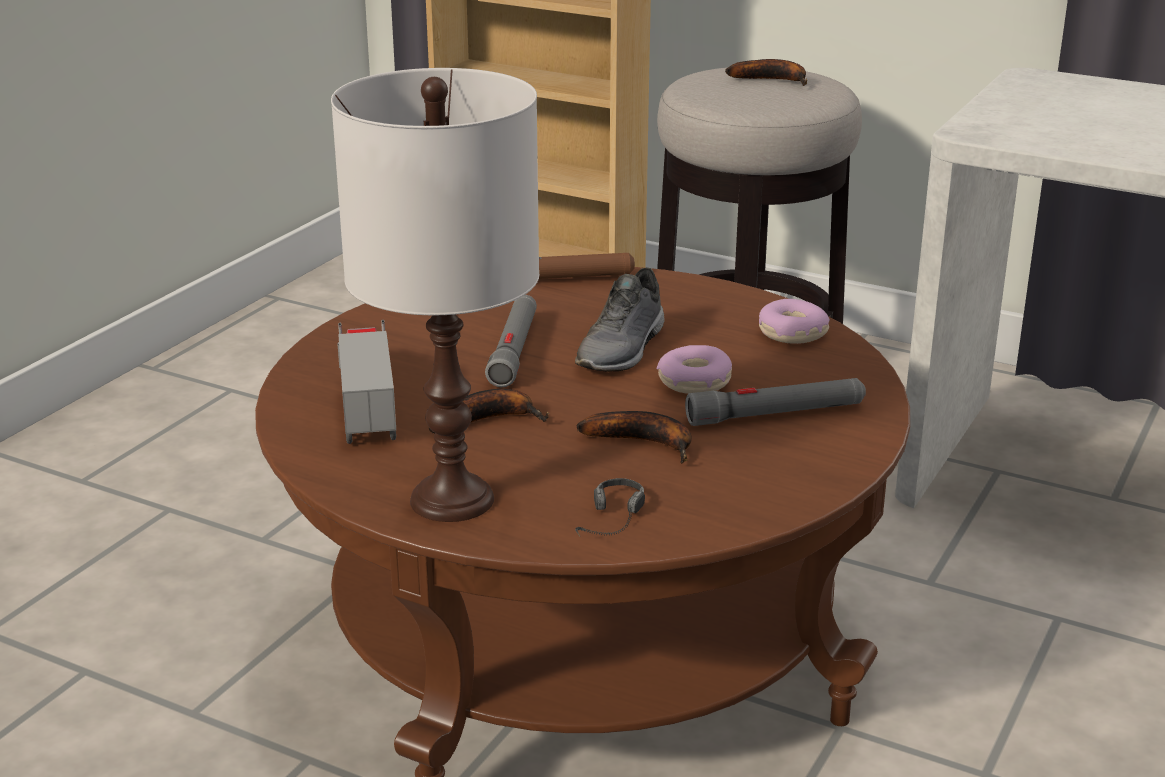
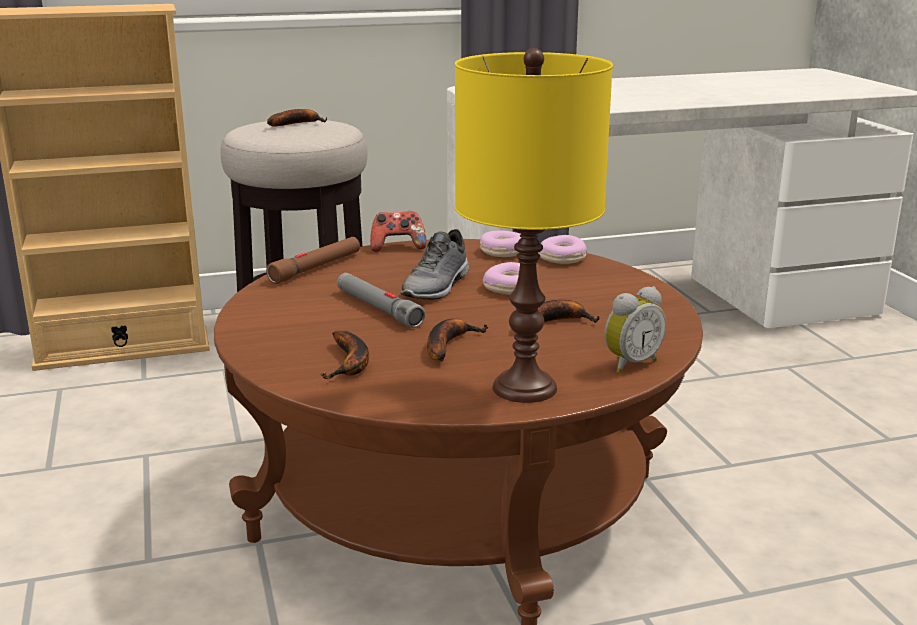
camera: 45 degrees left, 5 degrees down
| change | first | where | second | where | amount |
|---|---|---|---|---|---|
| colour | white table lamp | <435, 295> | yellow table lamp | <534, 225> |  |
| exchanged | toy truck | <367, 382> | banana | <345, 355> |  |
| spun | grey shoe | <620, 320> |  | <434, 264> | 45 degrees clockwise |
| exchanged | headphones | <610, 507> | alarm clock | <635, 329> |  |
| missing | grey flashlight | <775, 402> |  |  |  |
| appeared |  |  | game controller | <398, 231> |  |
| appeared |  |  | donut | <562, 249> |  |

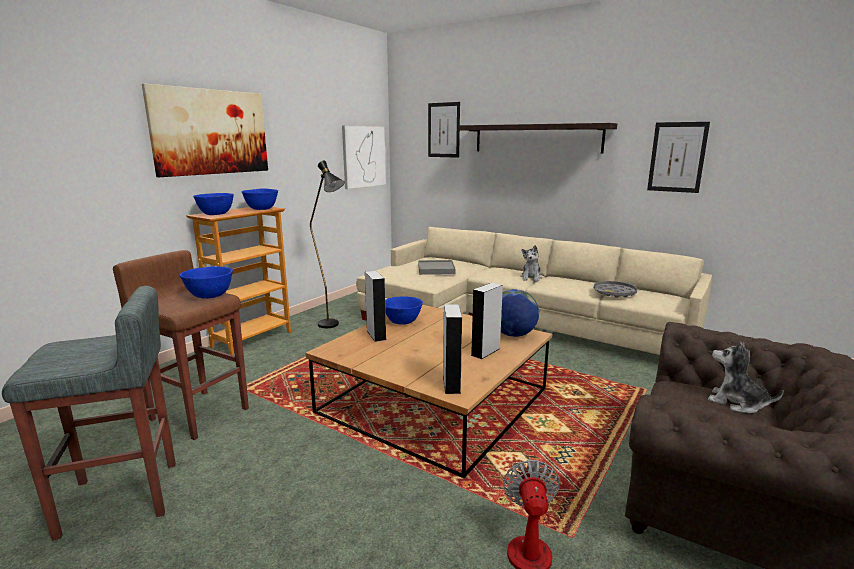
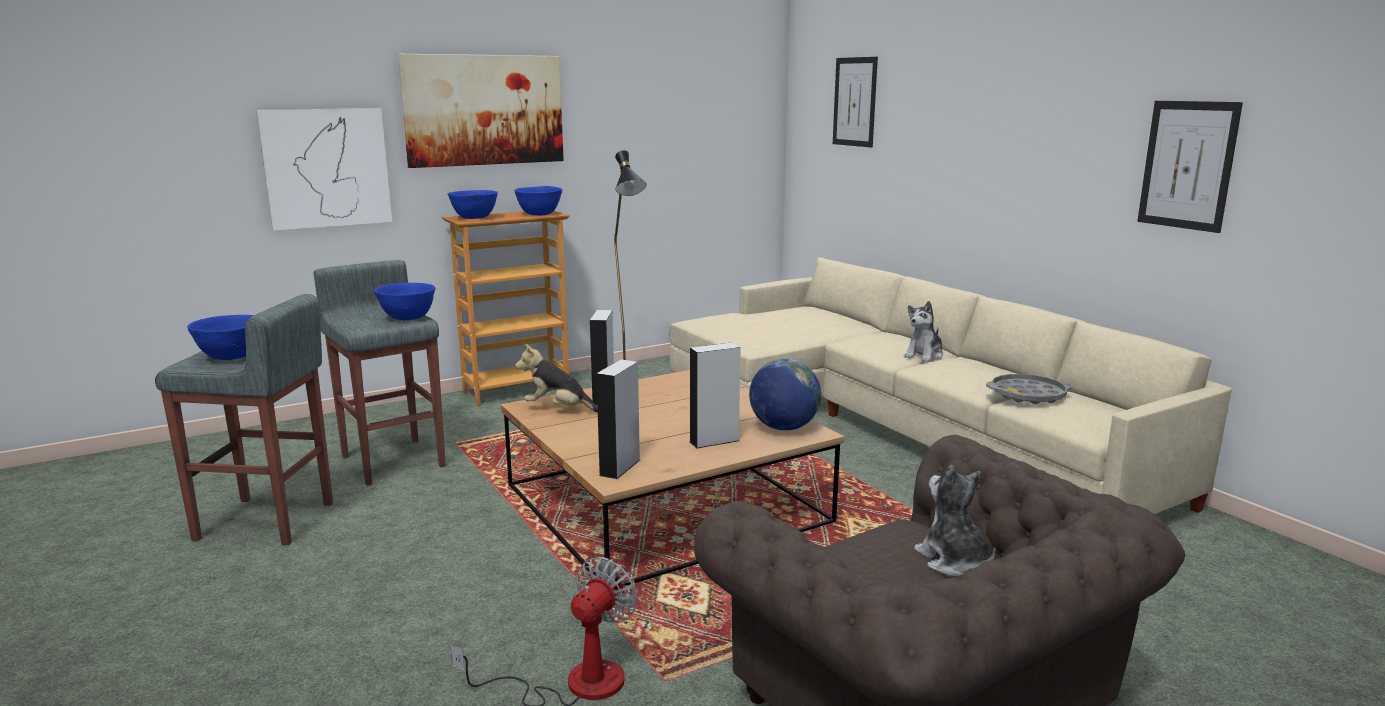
camera: 25 degrees right, 0 degrees up
| change | first | where | second | where | amount |
|---|---|---|---|---|---|
| colour | brown stool | <181, 345> | grey stool | <380, 373> |  |
| relocated | picture | <364, 157> |  | <324, 169> |  |
| relocated | blue bowl | <404, 310> |  | <220, 337> |  |
| missing | grey tray | <437, 267> |  |  |  |
| missing | shelf | <537, 138> |  |  |  |
| appeared |  |  | plush toy | <556, 378> |  |

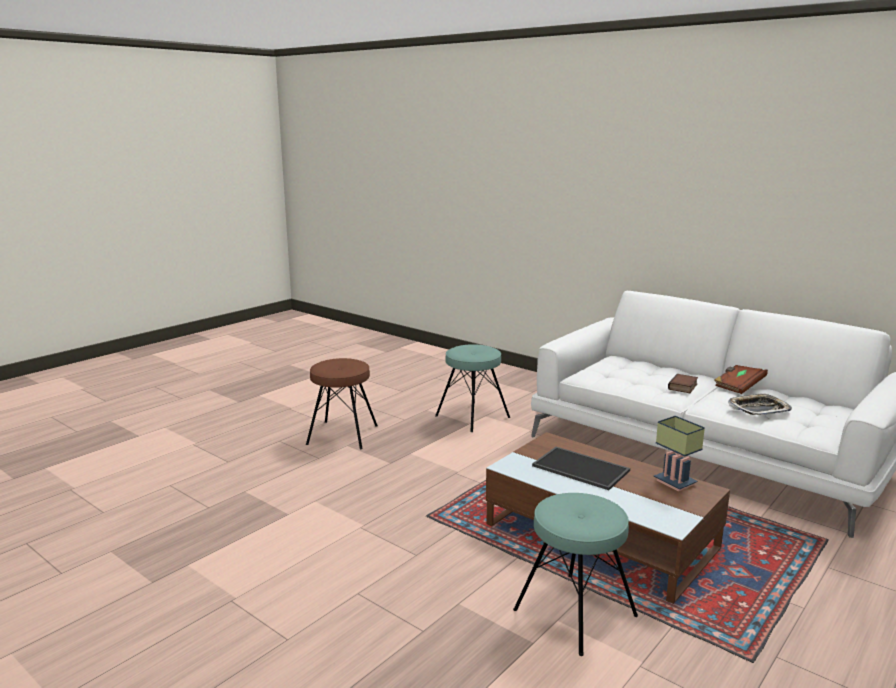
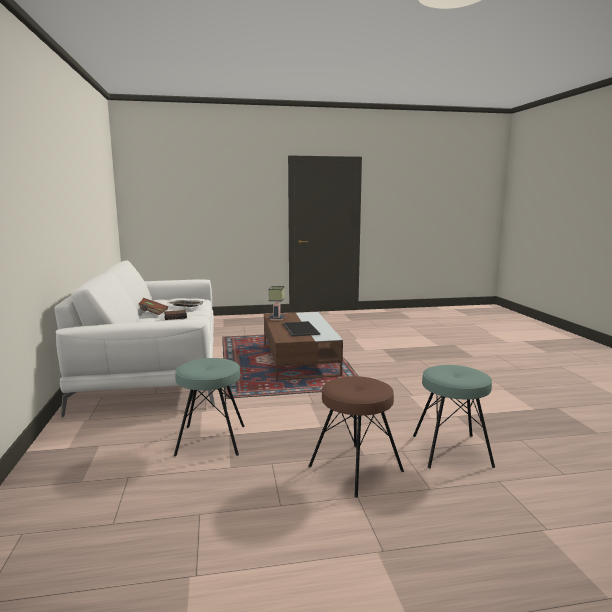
camera: 140 degrees left, 5 degrees down
| change | first | where | second | where | amount |
|---|---|---|---|---|---|
| relocated | turquoise stool | <575, 574> |  | <454, 416> |  |

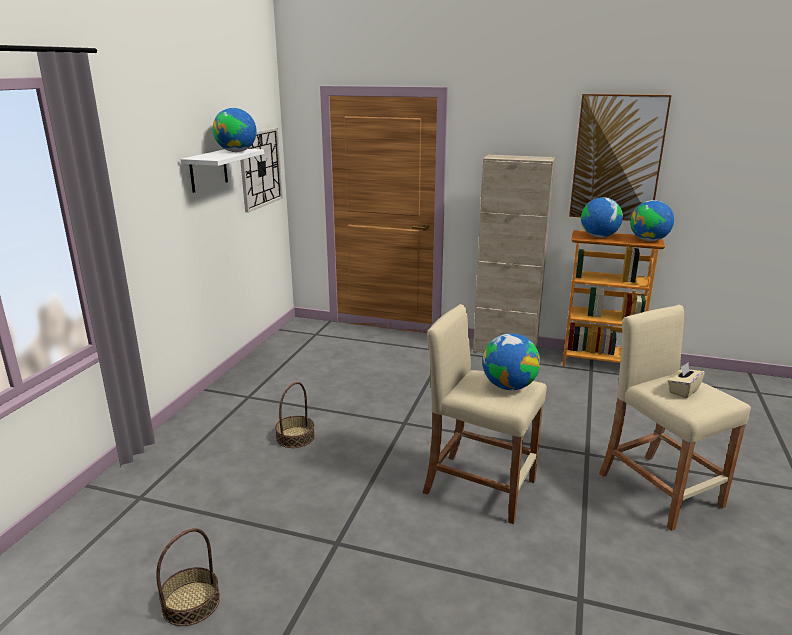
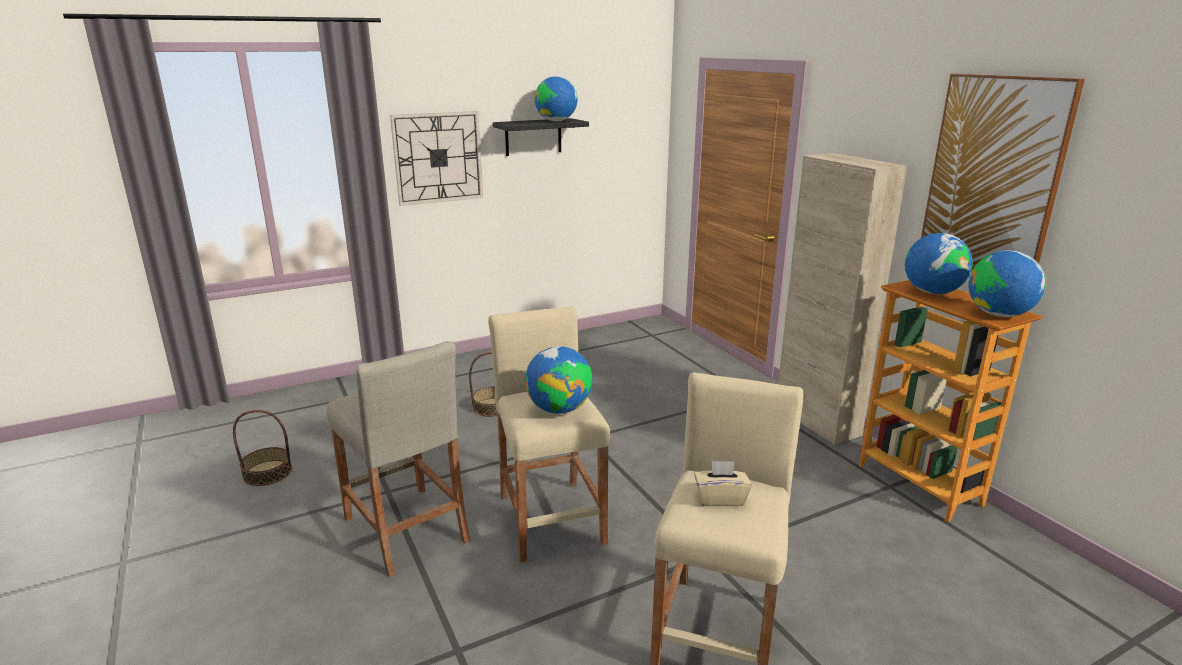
camera: 45 degrees right, 0 degrees up
| change | first | where | second | where | amount |
|---|---|---|---|---|---|
| colour | white shelf | <222, 171> | black shelf | <541, 137> |  |
| relocated | wall clock | <261, 170> |  | <436, 158> |  |
| appeared |  |  | beige stool | <398, 459> |  |

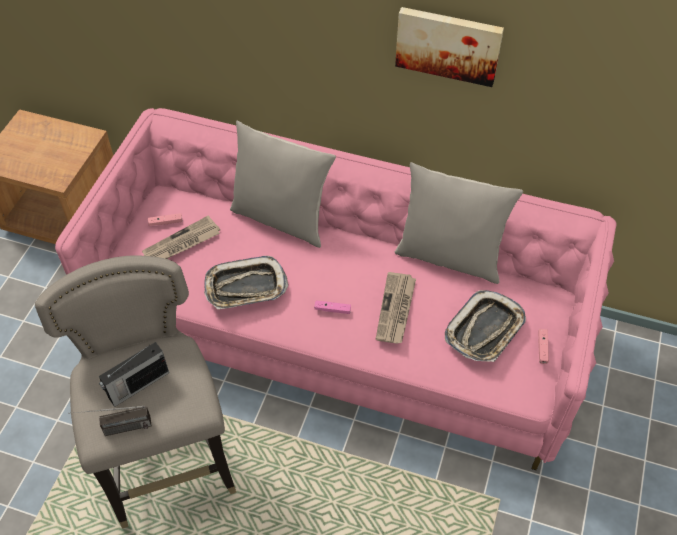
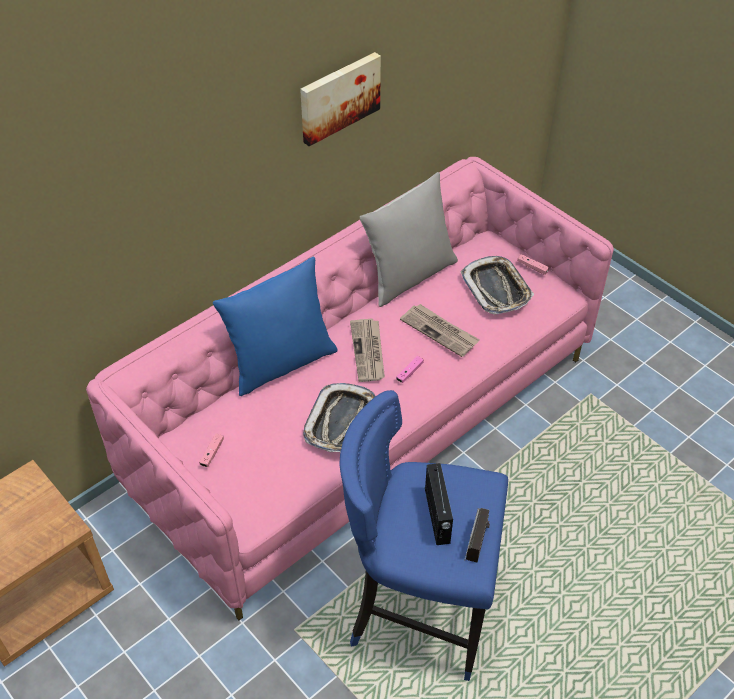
camera: 60 degrees left, 5 degrees down
| change | first | where | second | where | amount |
|---|---|---|---|---|---|
| colour | grey stool | <135, 392> | blue stool | <423, 535> |  |
| relocated | newspaper | <181, 237> |  | <367, 350> |  |
| colour | grey pillow | <283, 184> | blue pillow | <275, 326> |  |

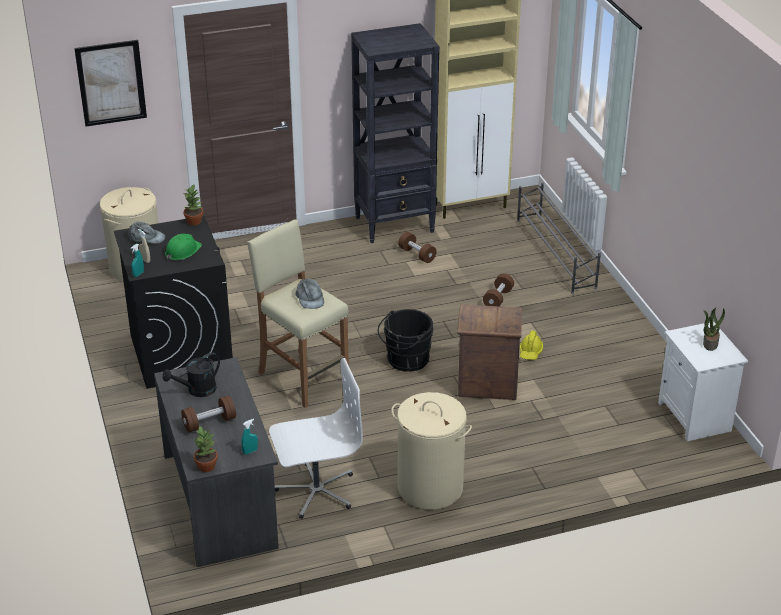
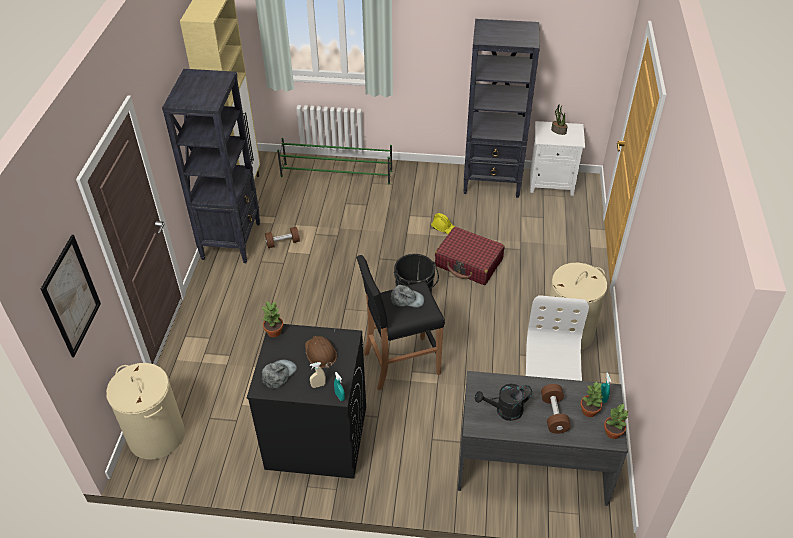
camera: 65 degrees left, 10 degrees up
| change | first | where | second | where | amount |
|---|---|---|---|---|---|
| spun | black watering can | <191, 374> |  | <503, 402> | 90 degrees clockwise |
| colour | green hard hat | <183, 247> | brown hard hat | <321, 352> |  |
| colour | beige stool | <298, 314> | black stool | <400, 322> |  |
| exchanged | crate | <489, 352> | red suitcase | <470, 256> |  |
| missing | brown dumbbell | <498, 290> |  |  |  |
| colour | grey shoe rack | <559, 238> | green shoe rack | <334, 161> |  |
| appeared |  |  | black bookcase | <501, 108> |  |
| appeared |  |  | potted plant | <591, 399> |  |

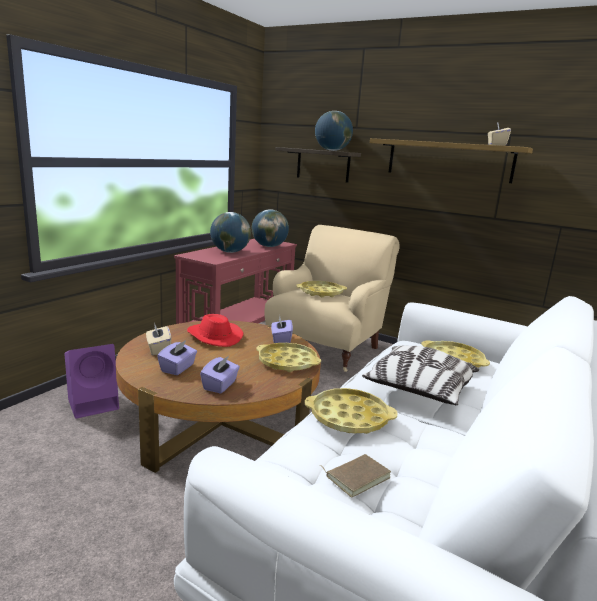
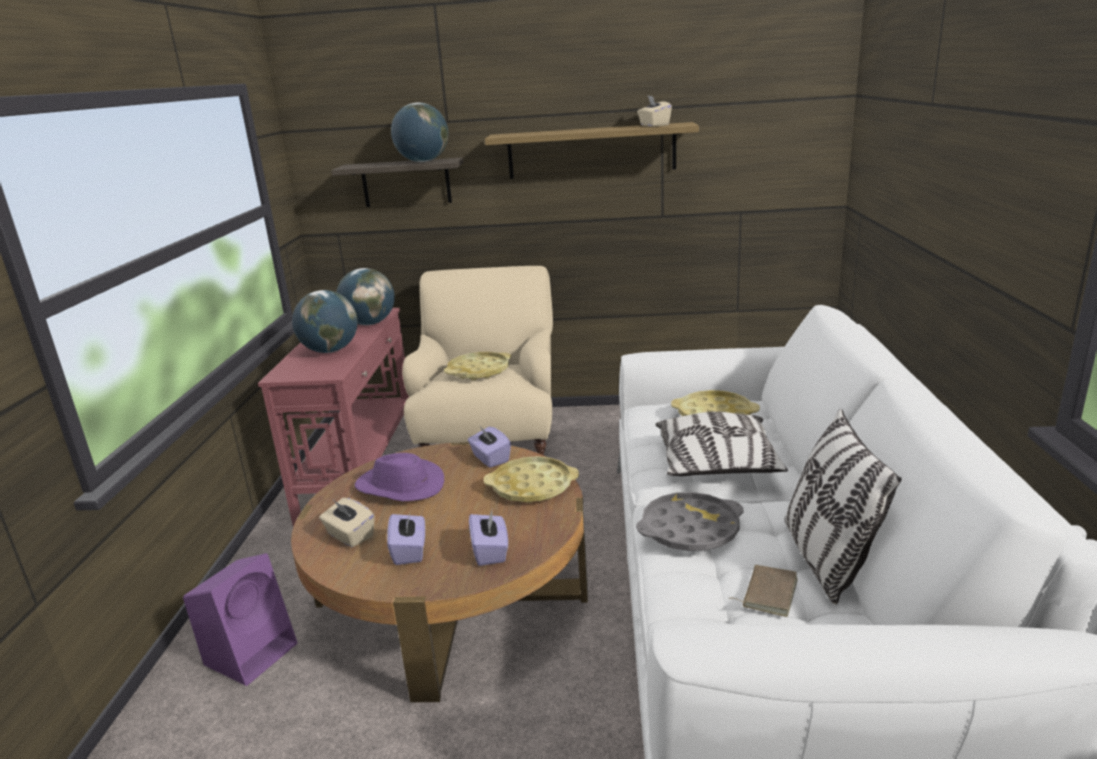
camera: 25 degrees left, 5 degrees up
| change | first | where | second | where | amount |
|---|---|---|---|---|---|
| colour | red hat | <215, 330> | purple hat | <399, 477> |  |
| colour | yellow tray | <351, 411> | grey tray | <690, 521> |  |
| appeared |  |  | pillow | <843, 507> |  |

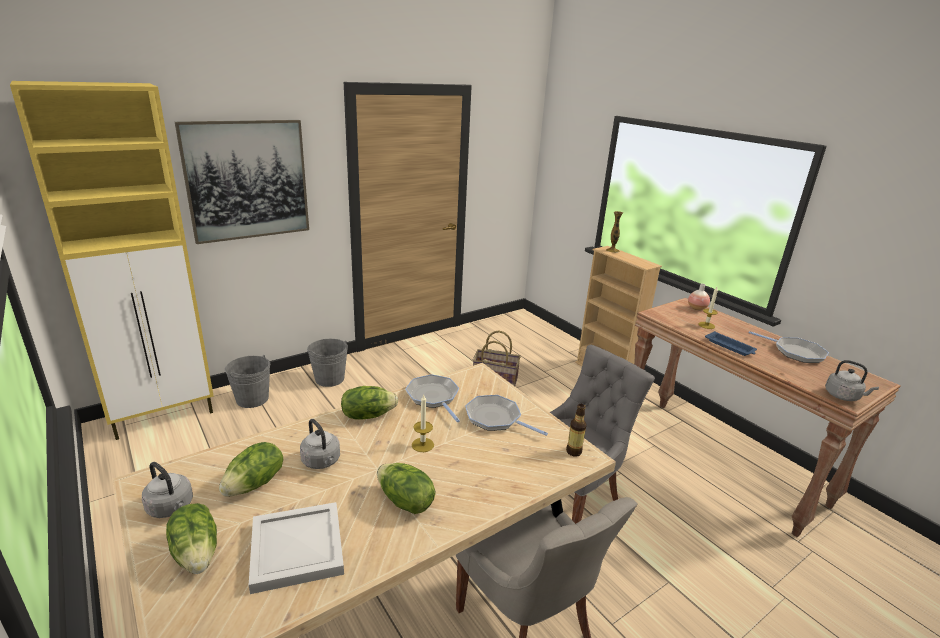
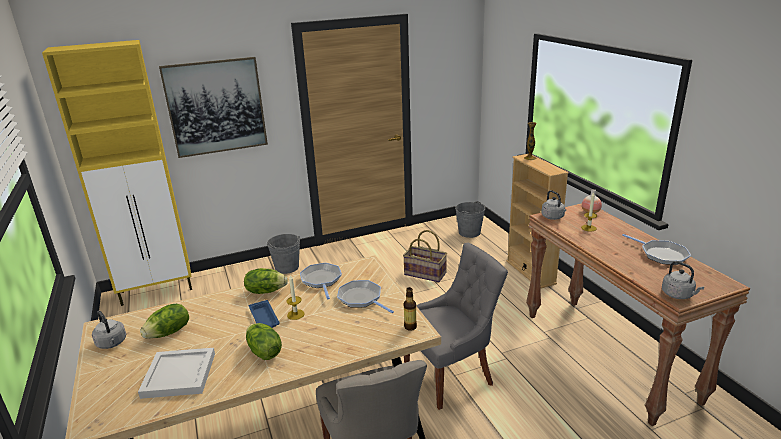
camera: 15 degrees right, 0 degrees up
| change | first | where | second | where | amount |
|---|---|---|---|---|---|
| missing | lettuce | <191, 538> |  |  |  |
| relocated | grey bucket | <247, 381> |  | <470, 219> |  |
| relocated | grey kettle | <320, 444> |  | <553, 205> |  |
| relocated | blue tray | <731, 343> |  | <264, 314> |  |

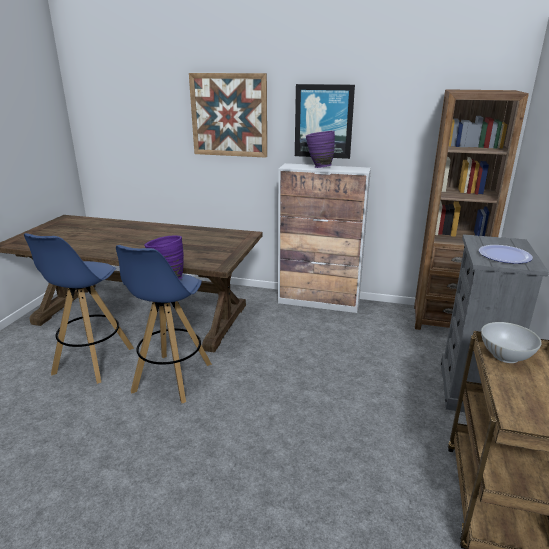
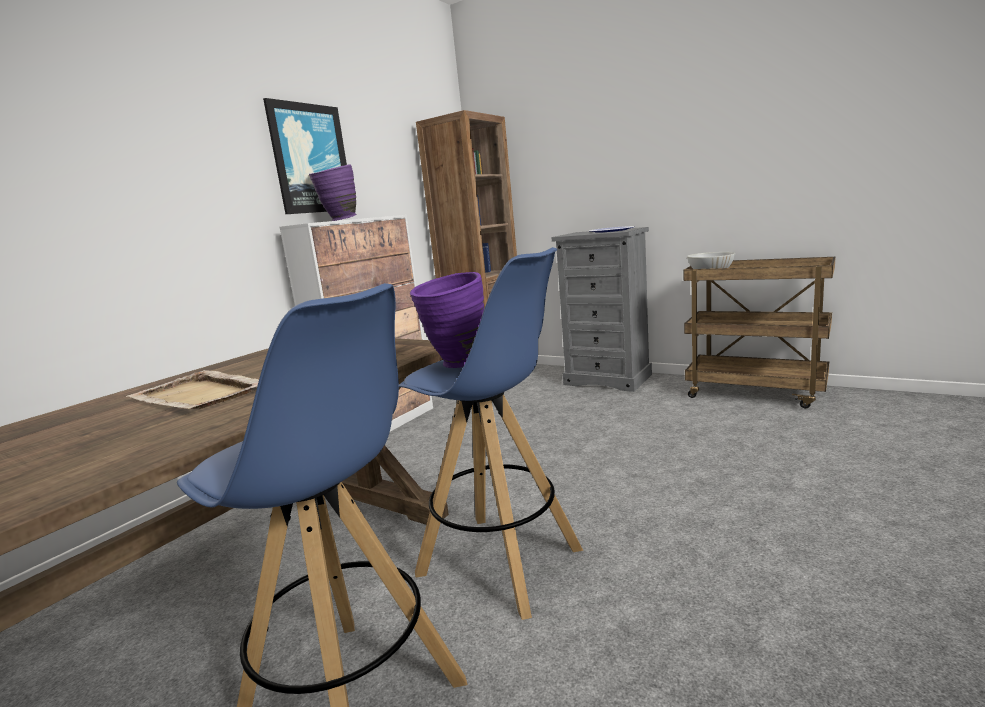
camera: 70 degrees left, 10 degrees down
| change | first | where | second | where | amount |
|---|---|---|---|---|---|
| missing | picture | <228, 115> |  |  |  |
| appeared |  |  | beige tray | <192, 389> |  |

